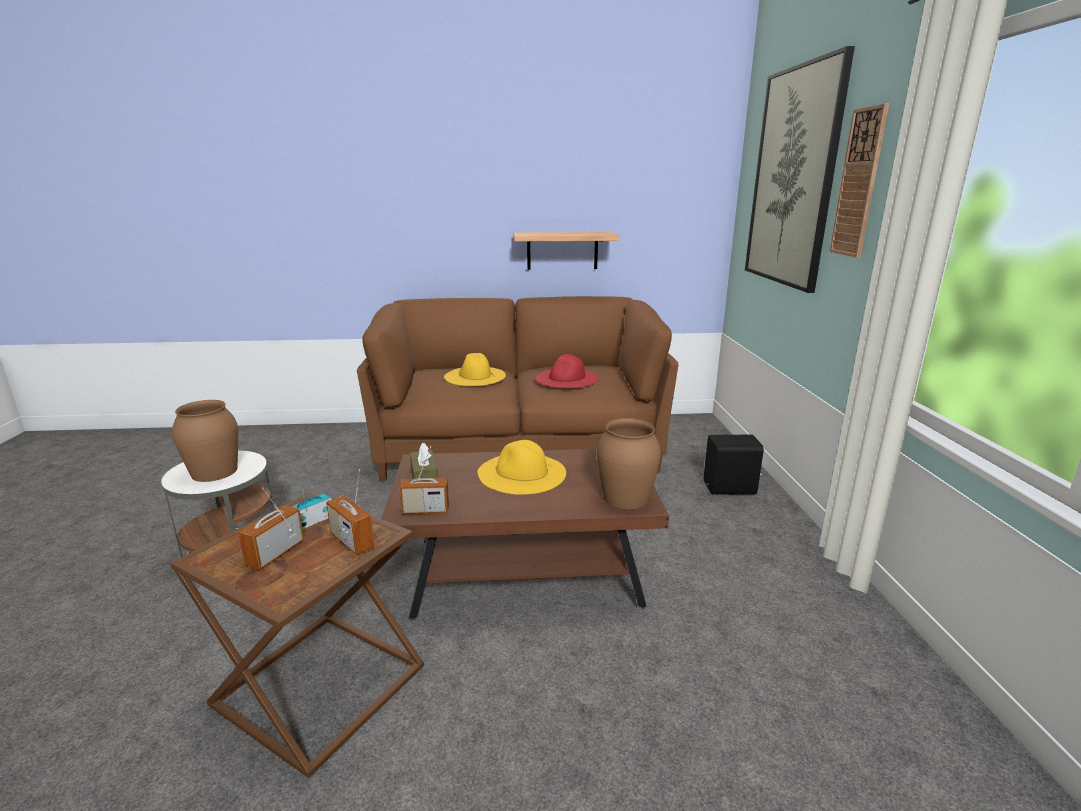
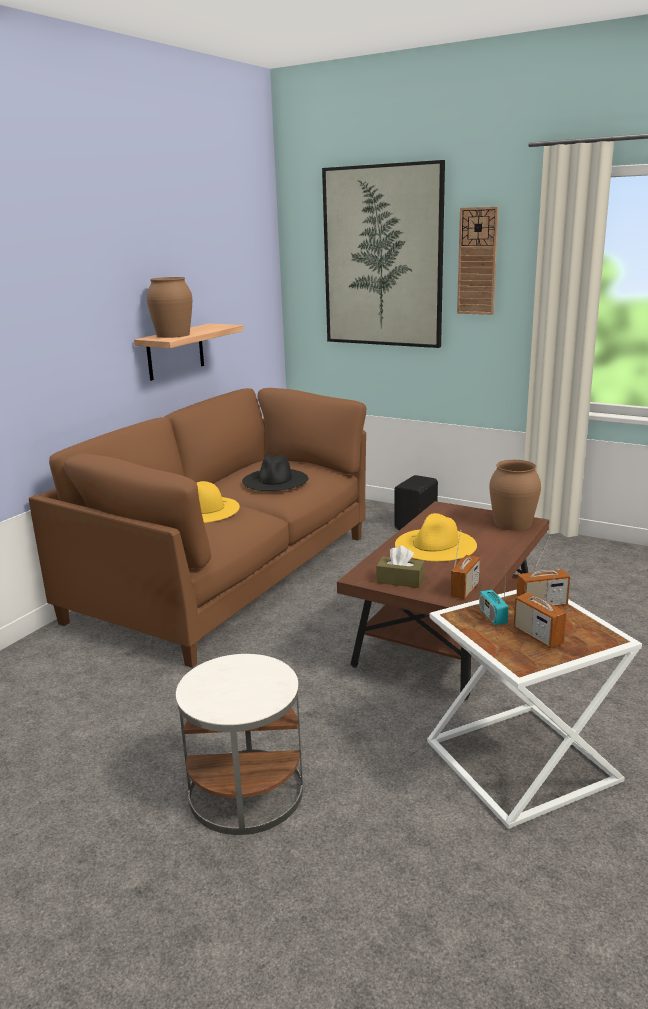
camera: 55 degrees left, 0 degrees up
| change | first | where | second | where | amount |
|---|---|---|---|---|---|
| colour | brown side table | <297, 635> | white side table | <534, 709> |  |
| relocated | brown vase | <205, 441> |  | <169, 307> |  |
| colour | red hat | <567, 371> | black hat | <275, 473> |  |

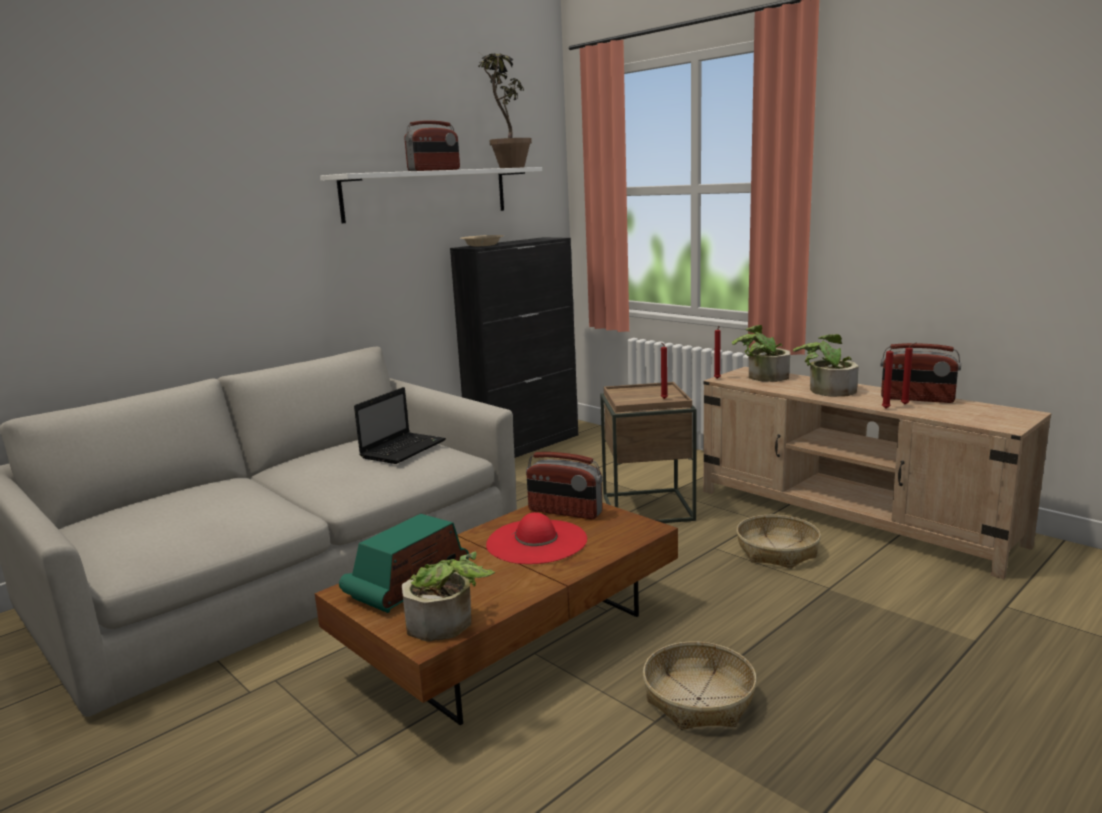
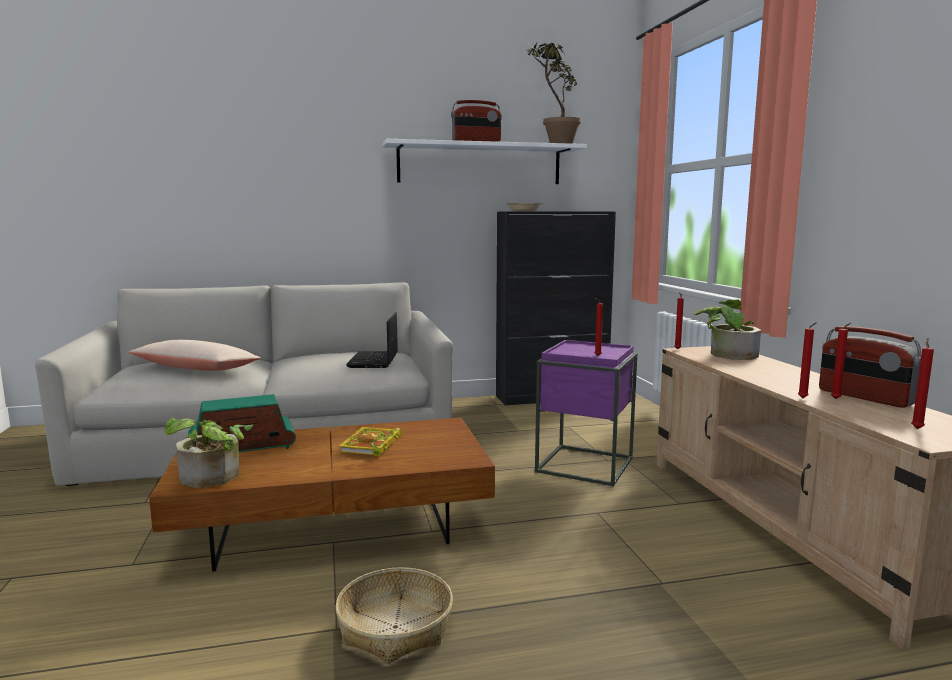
camera: 30 degrees right, 5 degrees down
| change | first | where | second | where | amount |
|---|---|---|---|---|---|
| spun | laptop | <400, 425> |  | <372, 340> | 120 degrees clockwise |
| exchanged | red hat | <536, 538> | book | <370, 441> |  |
| missing | radio | <564, 485> |  |  |  |
| colour | brown side table | <648, 452> | purple side table | <586, 413> |  |
| missing | basket | <778, 542> |  |  |  |
| missing | potted plant | <826, 365> |  |  |  |
| appeared |  |  | beige pillow | <194, 355> |  |
| appeared |  |  | red candle | <922, 383> |  |

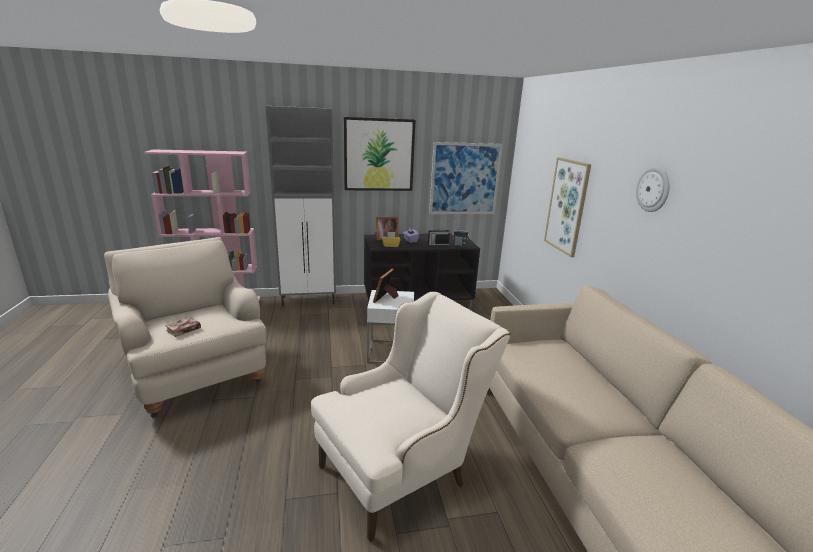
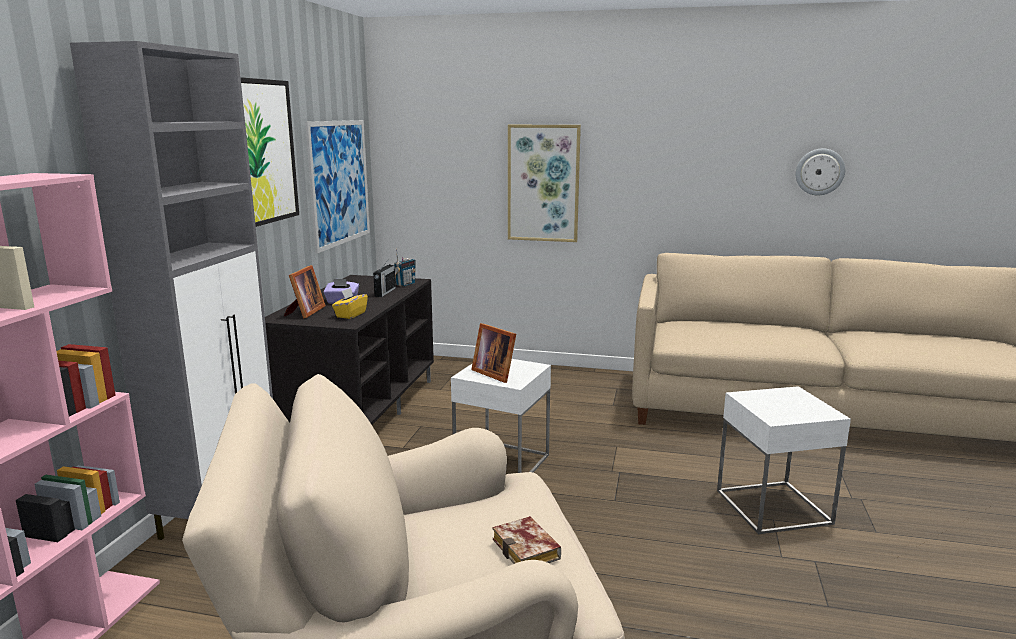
camera: 65 degrees left, 5 degrees down
| change | first | where | second | where | amount |
|---|---|---|---|---|---|
| exchanged | beige armchair | <411, 417> | white side table | <784, 460> |  |
| relocated | wall clock | <652, 189> |  | <820, 171> |  |

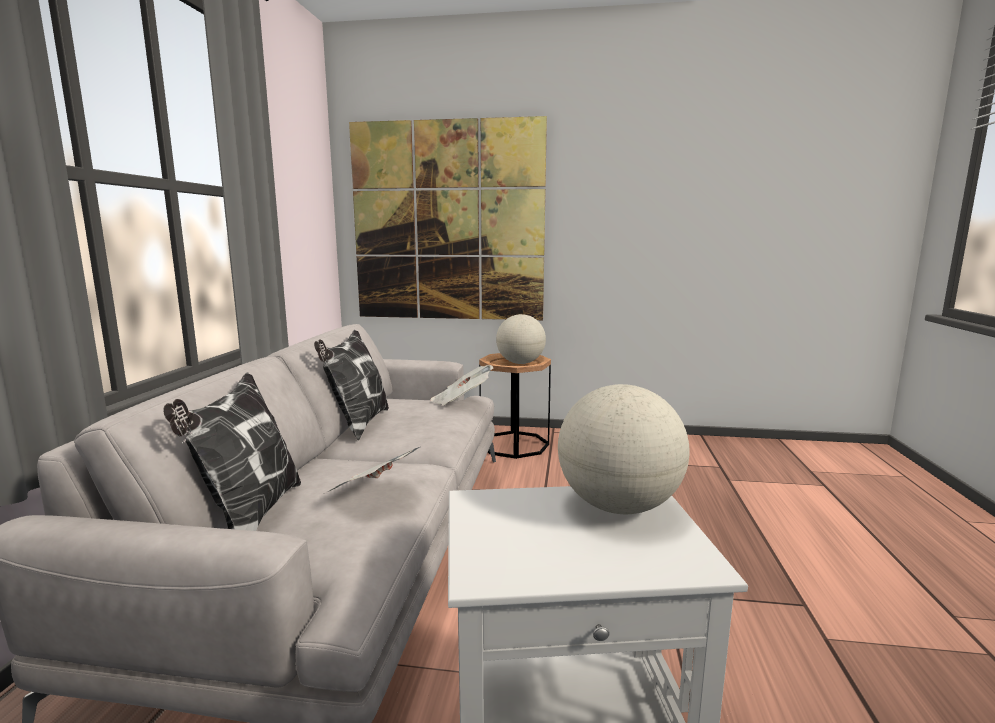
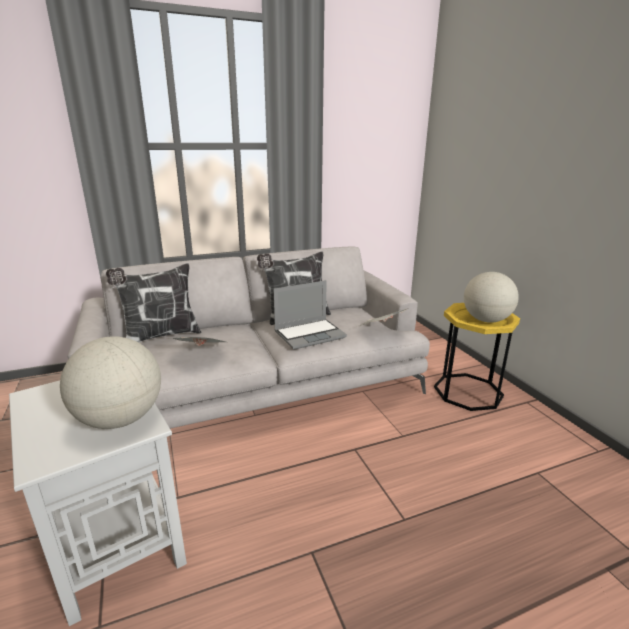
camera: 60 degrees right, 10 degrees up
| change | first | where | second | where | amount |
|---|---|---|---|---|---|
| missing | picture | <448, 218> |  |  |  |
| colour | brown side table | <515, 406> | yellow side table | <477, 357> |  |
| appeared |  |  | laptop | <310, 315> |  |

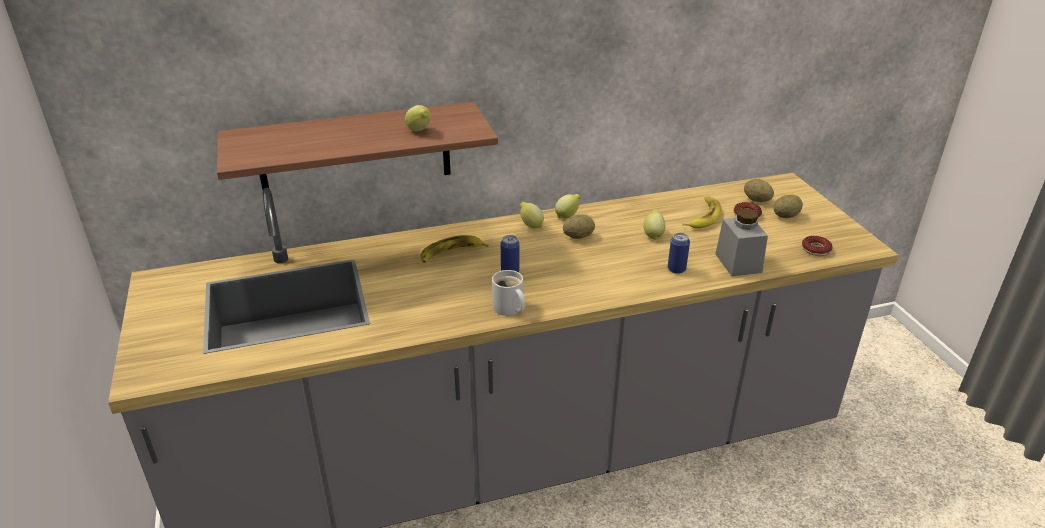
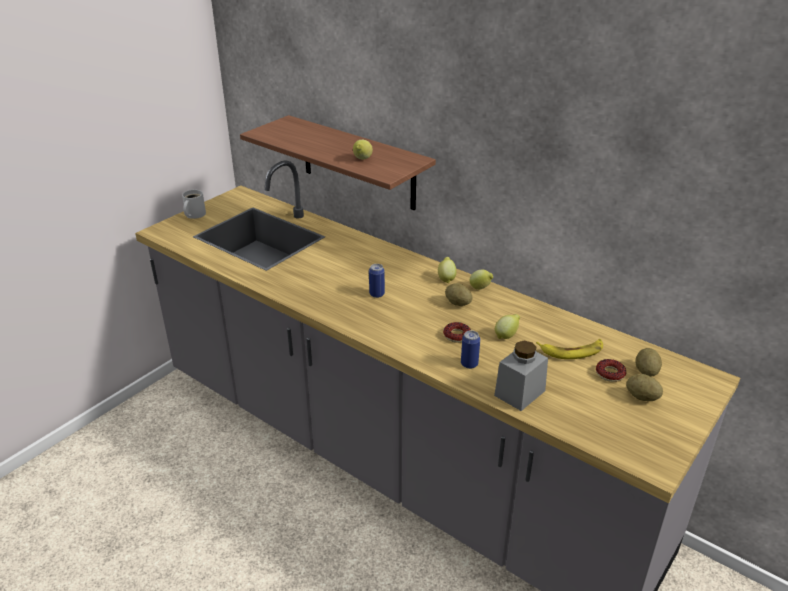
camera: 55 degrees right, 0 degrees up
| change | first | where | second | where | amount |
|---|---|---|---|---|---|
| missing | banana | <454, 249> |  |  |  |
| relocated | white mug | <509, 293> |  | <194, 204> |  |
| relocated | donut | <817, 246> |  | <456, 332> |  |

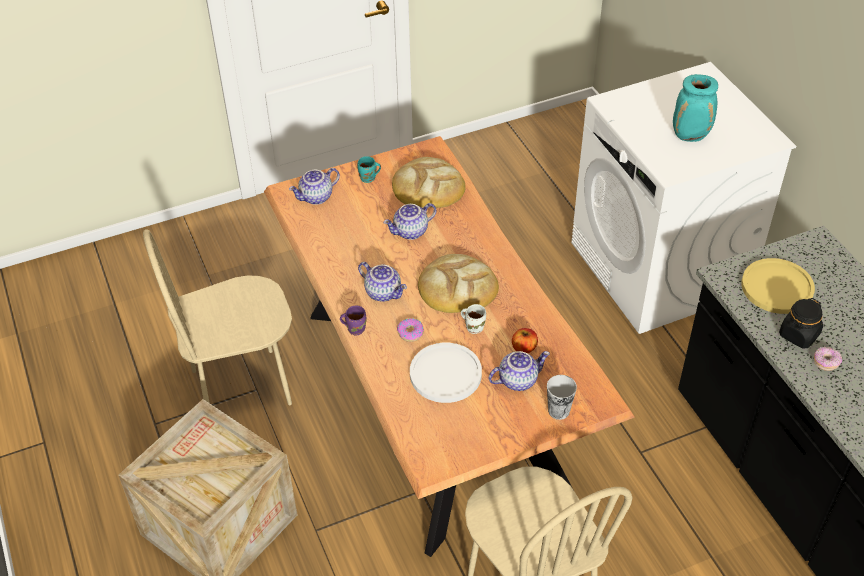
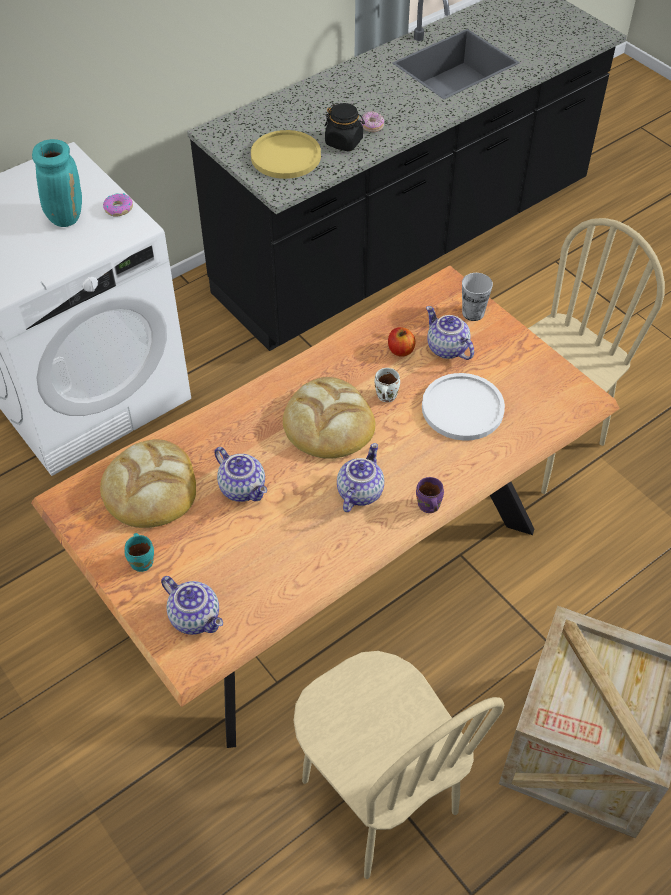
camera: 105 degrees left, 5 degrees up
| change | first | where | second | where | amount |
|---|---|---|---|---|---|
| relocated | donut | <410, 330> |  | <118, 205> |  |

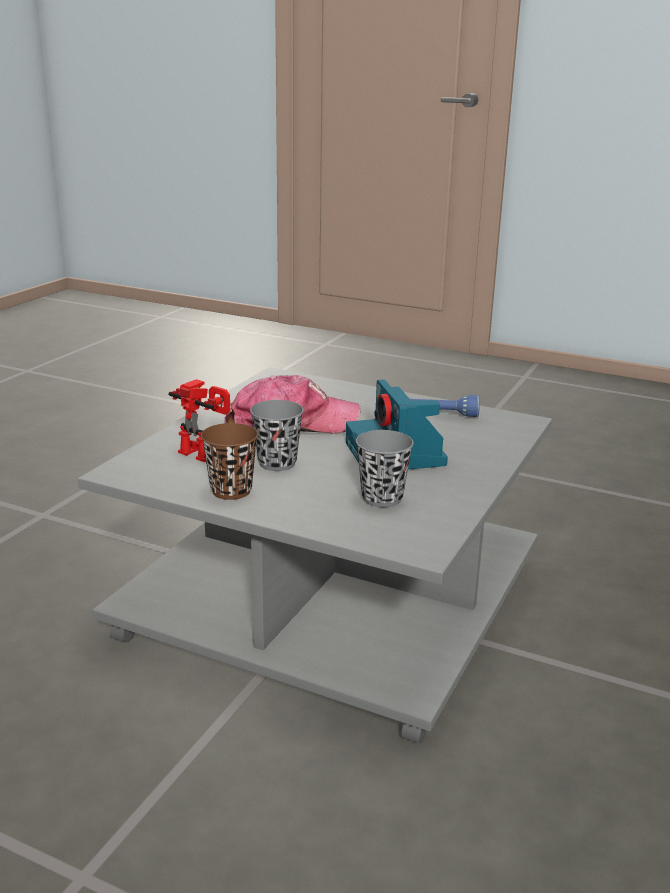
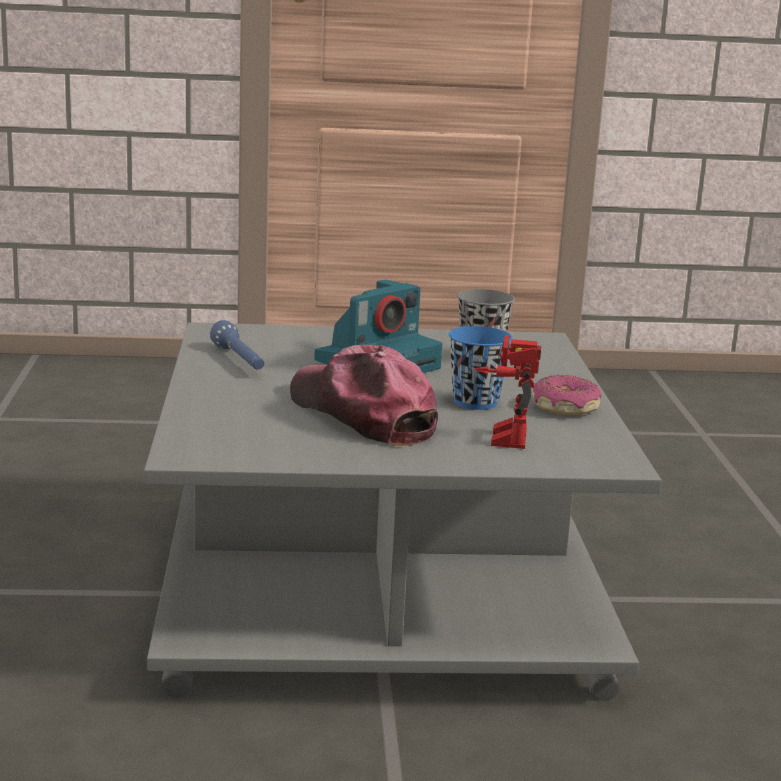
camera: 120 degrees left, 5 degrees down
| change | first | where | second | where | amount |
|---|---|---|---|---|---|
| exchanged | brown cup | <229, 461> | donut | <567, 395> |  |
| colour | grey cup | <277, 435> | blue cup | <480, 368> |  |

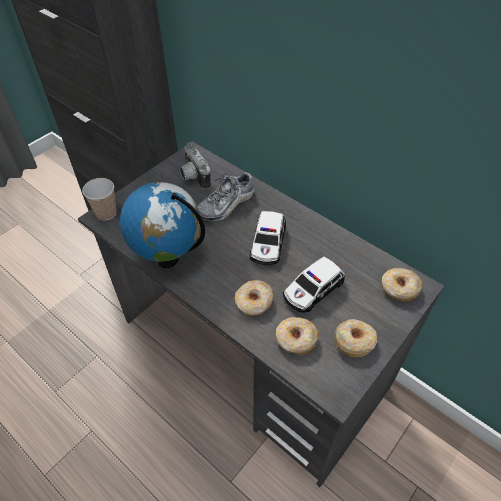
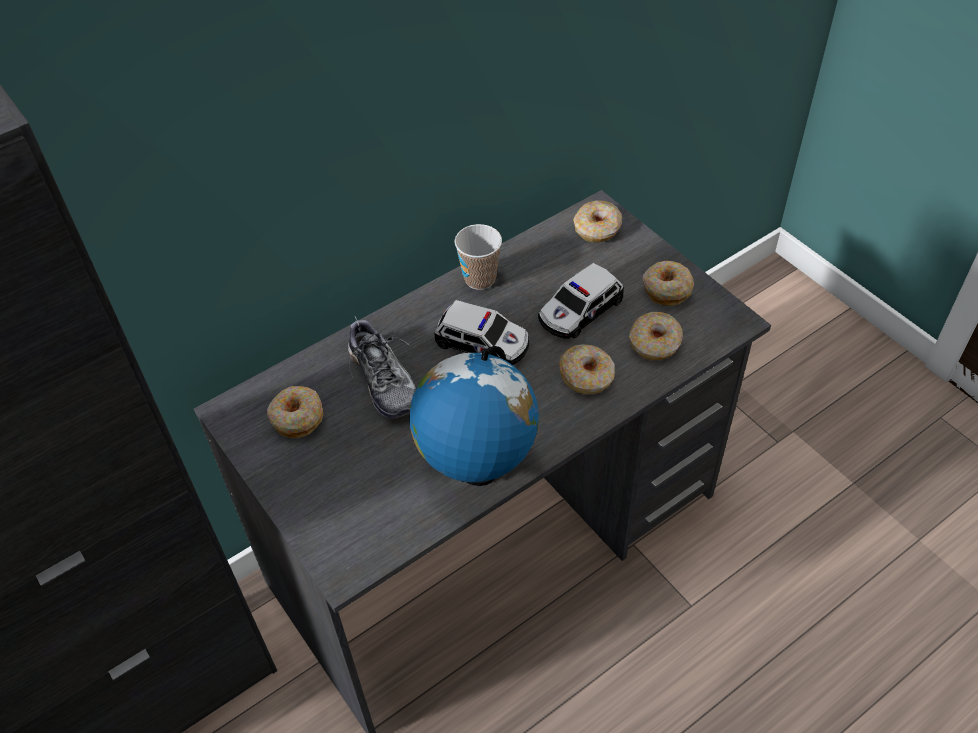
camera: 75 degrees left, 0 degrees up
| change | first | where | second | where | amount |
|---|---|---|---|---|---|
| relocated | cup | <99, 199> |  | <478, 257> |  |
| exchanged | photo camera | <195, 166> | donut | <295, 412> |  |
| spun | toy car | <314, 285> |  | <581, 301> | 75 degrees clockwise |

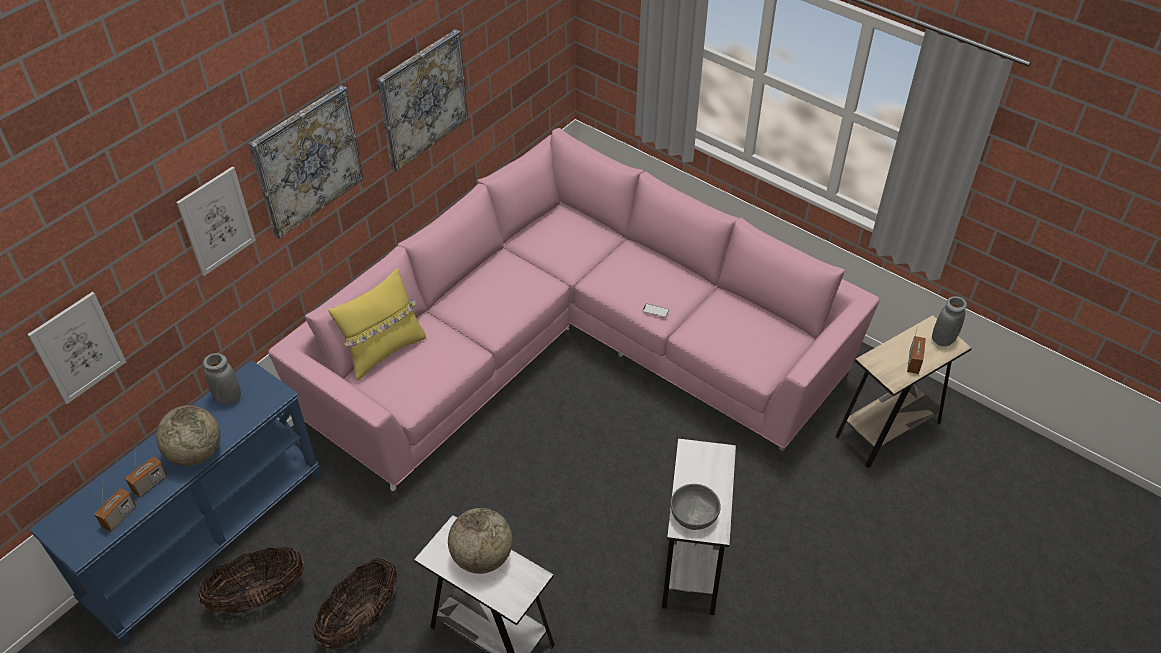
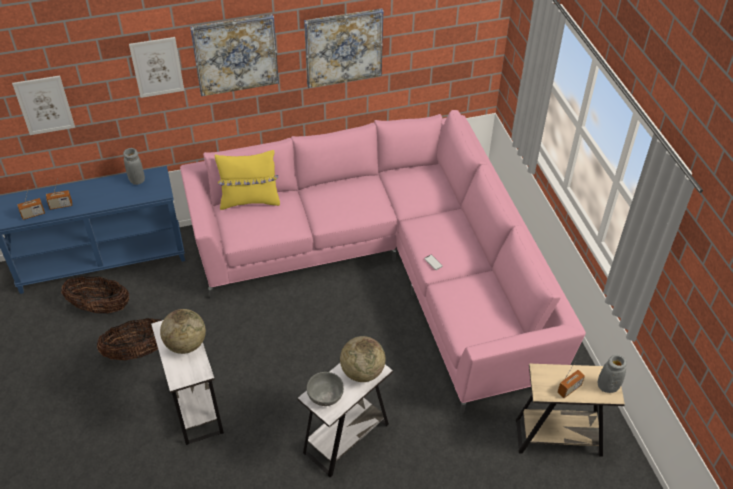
camera: 35 degrees right, 0 degrees up
| change | first | where | second | where | amount |
|---|---|---|---|---|---|
| relocated | globe | <188, 435> |  | <363, 359> |  |

